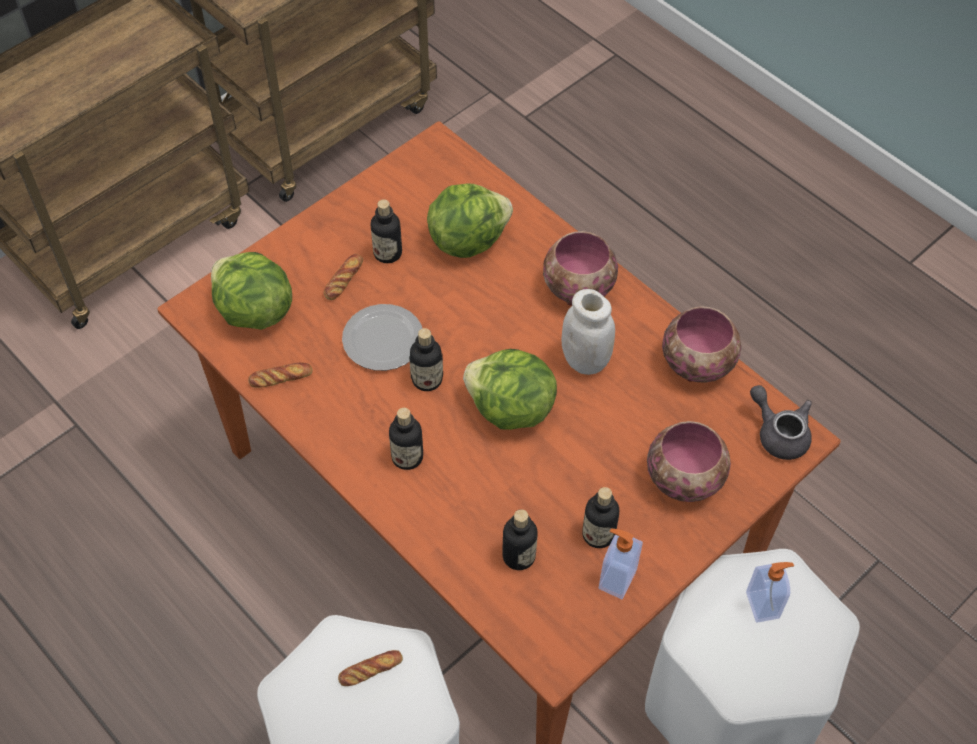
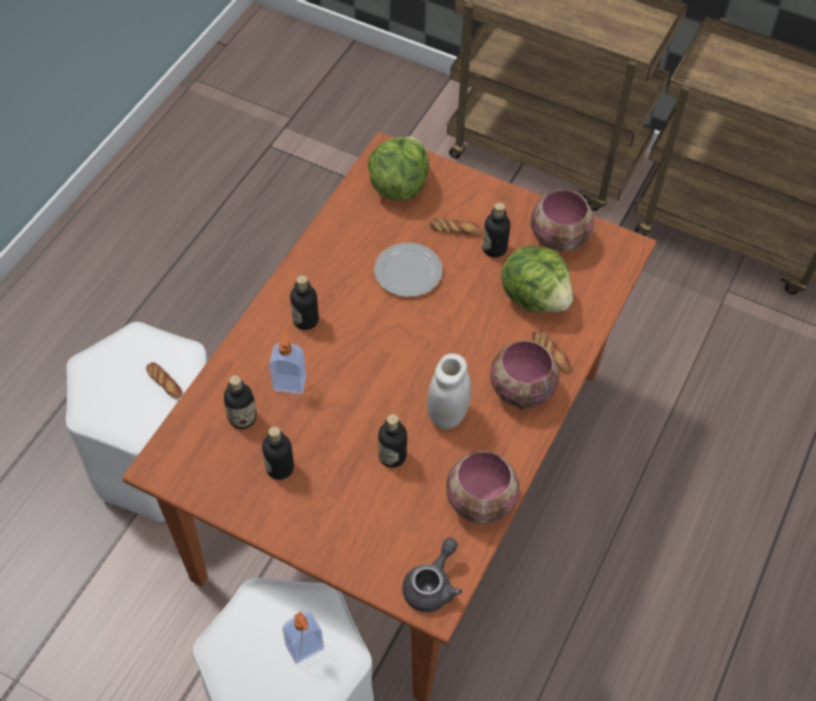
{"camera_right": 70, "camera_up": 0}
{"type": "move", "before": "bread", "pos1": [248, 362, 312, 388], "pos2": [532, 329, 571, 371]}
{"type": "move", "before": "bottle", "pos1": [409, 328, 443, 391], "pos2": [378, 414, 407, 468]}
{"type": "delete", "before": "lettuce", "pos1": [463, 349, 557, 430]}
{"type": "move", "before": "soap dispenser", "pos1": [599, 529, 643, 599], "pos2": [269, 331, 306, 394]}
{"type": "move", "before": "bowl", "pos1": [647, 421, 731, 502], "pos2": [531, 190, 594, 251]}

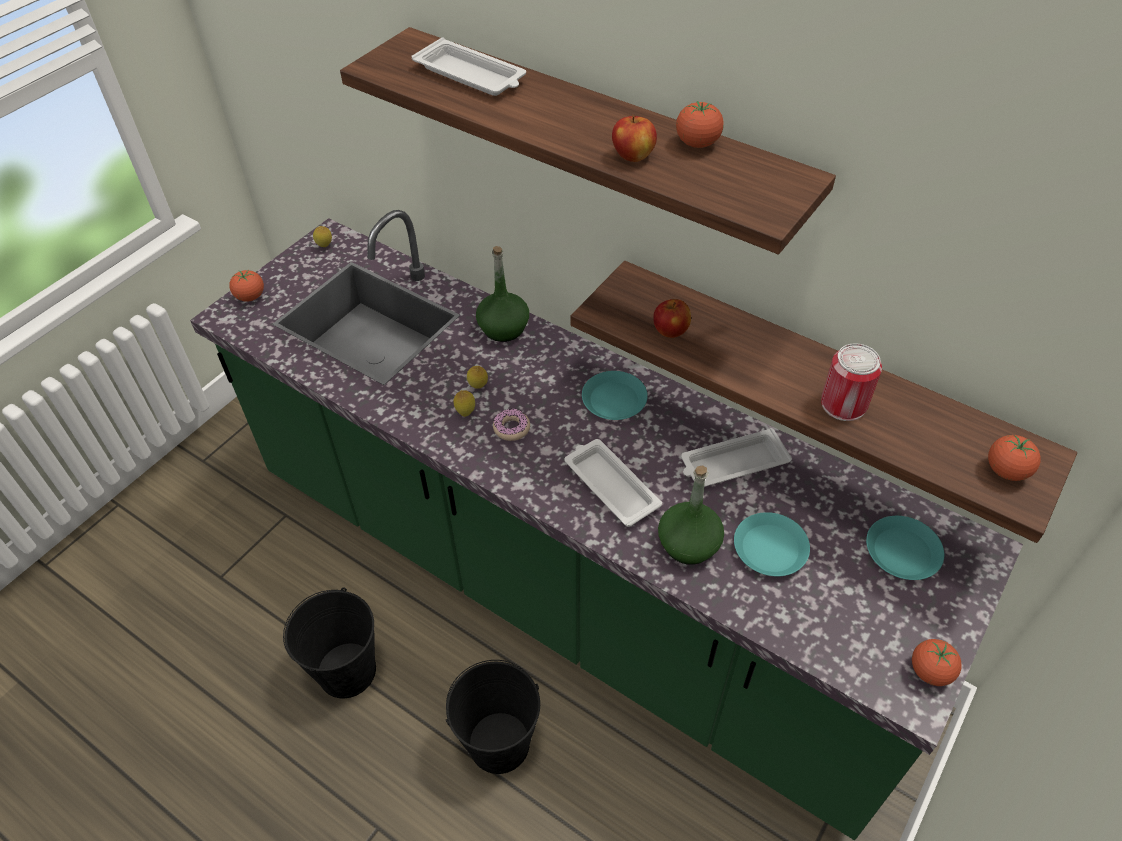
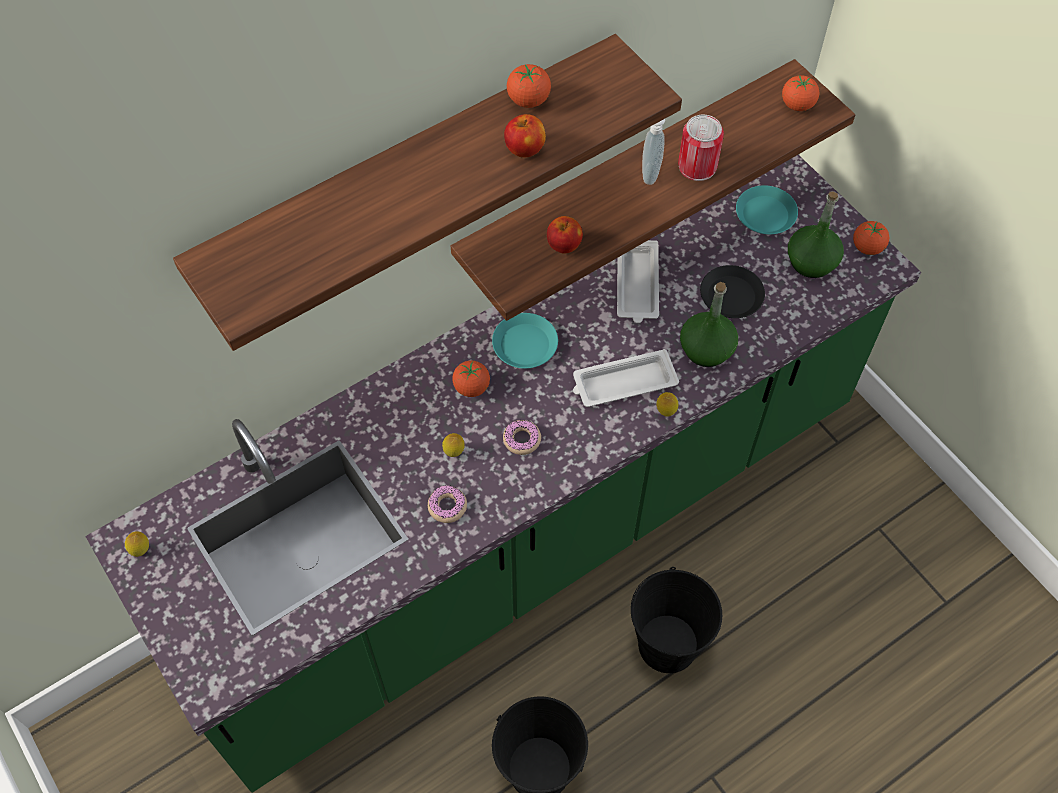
{"camera_right": -70, "camera_up": 10}
{"type": "move", "before": "tomato", "pos1": [229, 270, 264, 302], "pos2": [452, 360, 490, 397]}
{"type": "delete", "before": "tray/white", "pos1": [412, 37, 526, 96]}
{"type": "move", "before": "lemon", "pos1": [453, 390, 475, 417], "pos2": [656, 392, 678, 417]}
{"type": "move", "before": "bottle/green", "pos1": [476, 246, 529, 342], "pos2": [788, 191, 844, 278]}
{"type": "recolor", "before": "plate/turquoise", "after": "plate/black", "pos1": [734, 512, 810, 576], "pos2": [700, 265, 765, 318]}
{"type": "insert", "after": "donut", "pos2": [428, 485, 467, 523]}
{"type": "insert", "after": "soap dispenser", "pos2": [642, 119, 665, 185]}

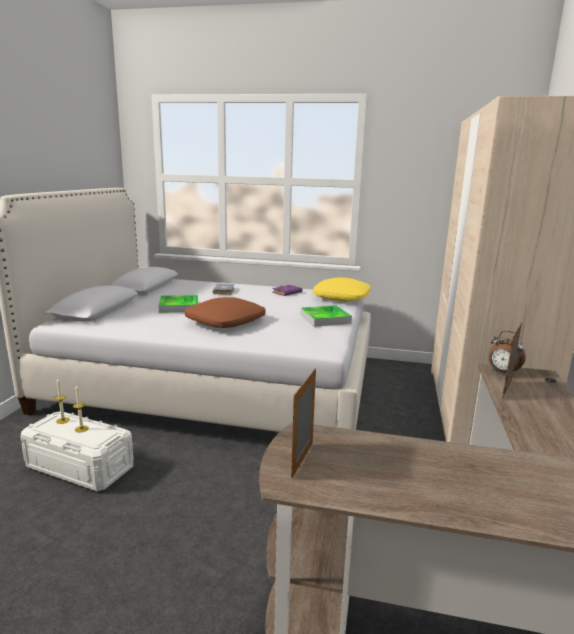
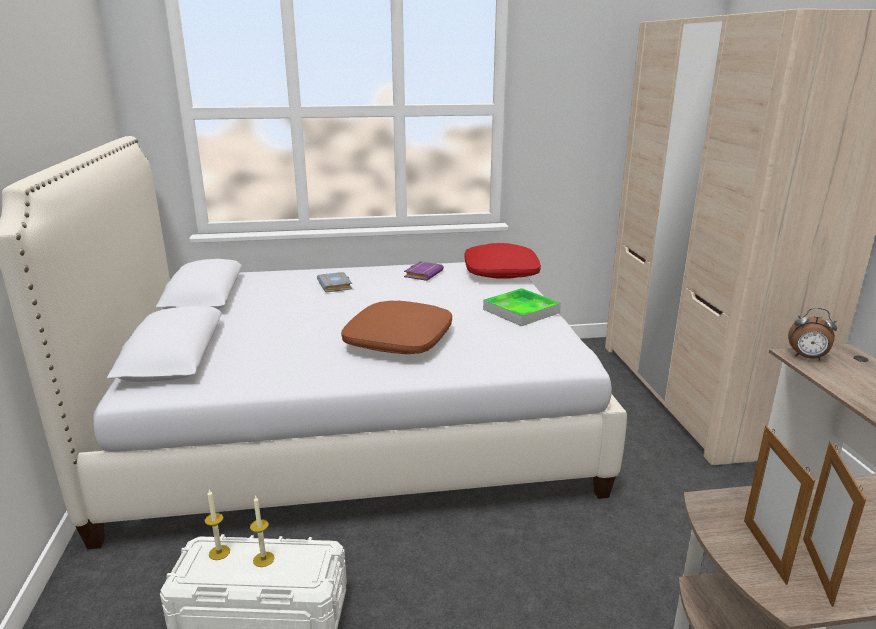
{"camera_right": -20, "camera_up": 5}
{"type": "delete", "before": "tray", "pos1": [158, 295, 198, 313]}
{"type": "recolor", "before": "pillow/yellow", "after": "pillow/red", "pos1": [313, 277, 370, 302], "pos2": [464, 243, 541, 279]}
{"type": "move", "before": "picture frame", "pos1": [502, 323, 522, 399], "pos2": [803, 441, 866, 607]}

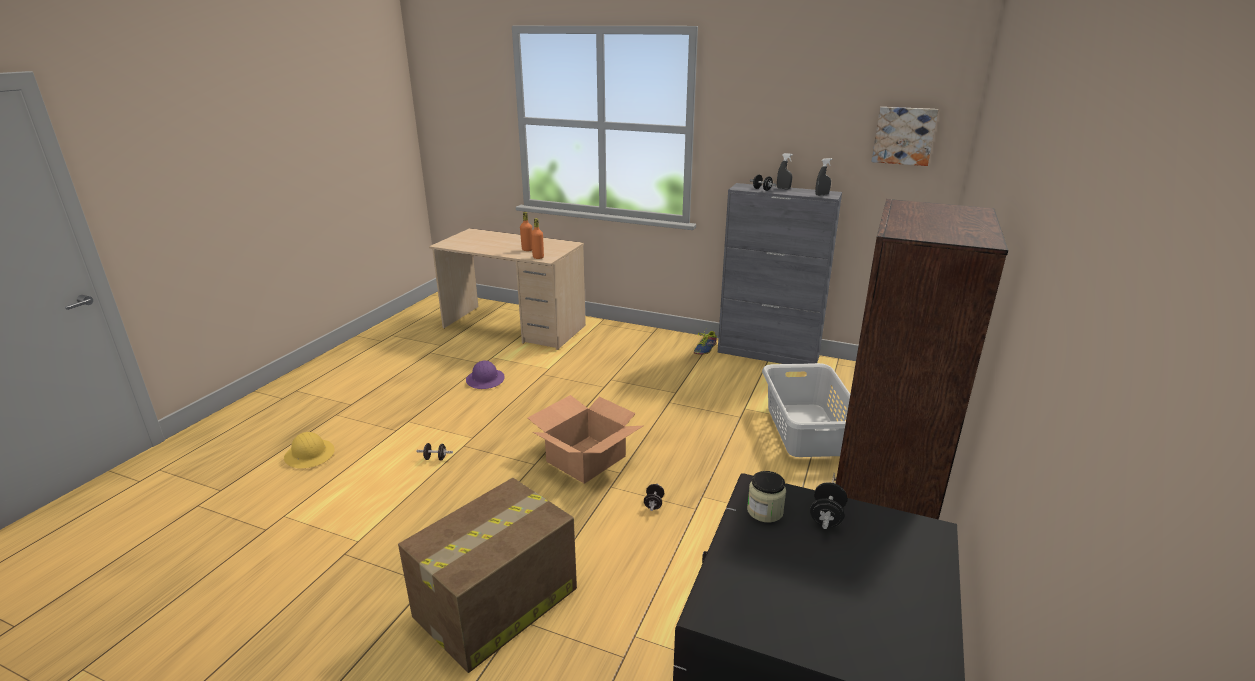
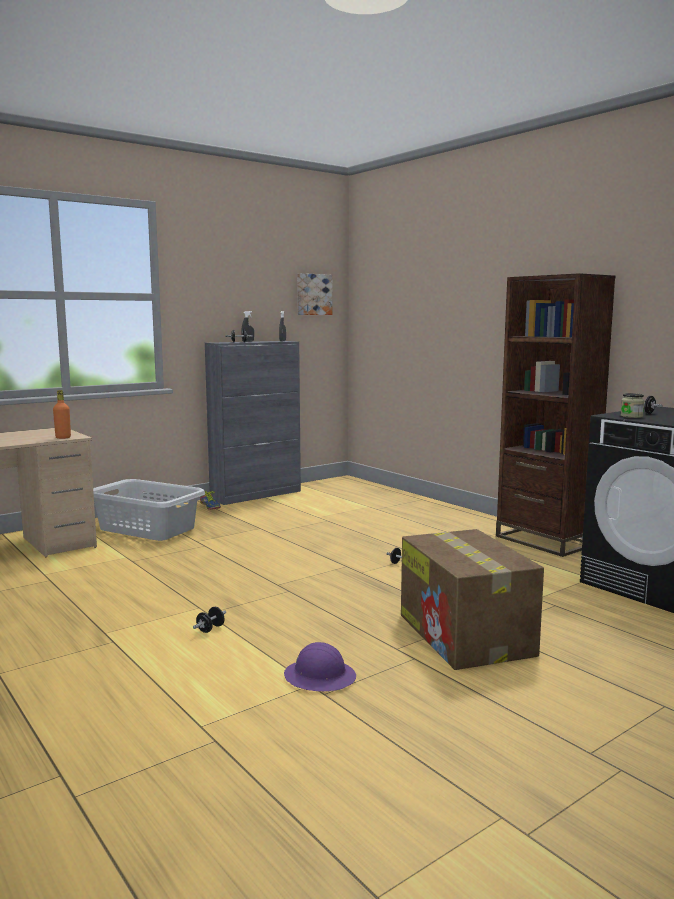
{"camera_right": -60, "camera_up": -15}
{"type": "delete", "before": "hard hat/yellow", "pos1": [284, 432, 335, 468]}
{"type": "move", "before": "hard hat/purple", "pos1": [466, 360, 505, 389], "pos2": [284, 642, 356, 691]}
{"type": "delete", "before": "bottle/orange", "pos1": [520, 212, 532, 251]}
{"type": "delete", "before": "cardboard box", "pos1": [528, 395, 643, 484]}
{"type": "move", "before": "laundry basket/grey", "pos1": [762, 363, 850, 457], "pos2": [93, 479, 205, 541]}

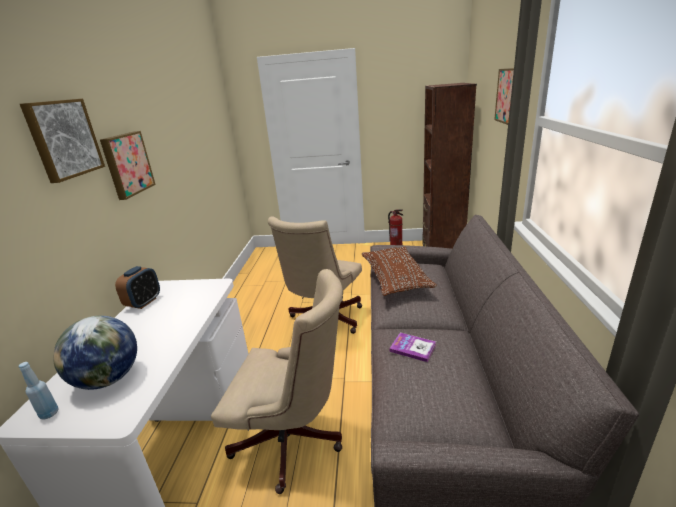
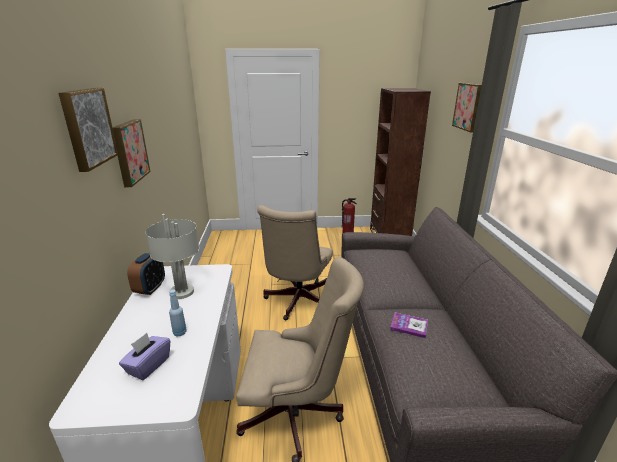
{"camera_right": -10, "camera_up": 0}
{"type": "move", "before": "bottle/blue", "pos1": [19, 362, 59, 419], "pos2": [169, 290, 187, 336]}
{"type": "replace", "before": "globe", "after": "tissue box/purple", "pos1": [53, 316, 137, 390], "pos2": [119, 333, 170, 380]}
{"type": "delete", "before": "pillow/brown", "pos1": [362, 247, 437, 296]}
{"type": "insert", "after": "table lamp/grey", "pos2": [145, 214, 199, 299]}

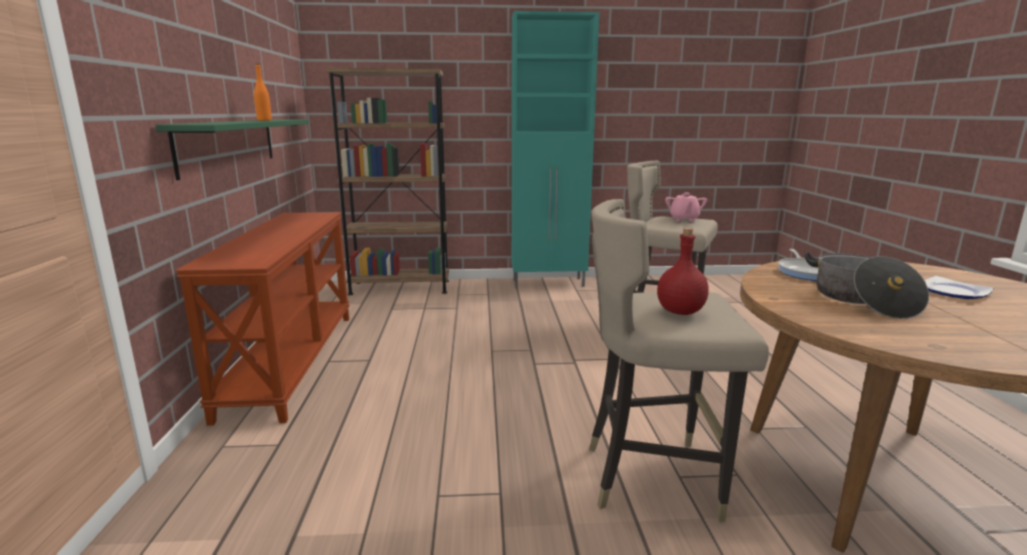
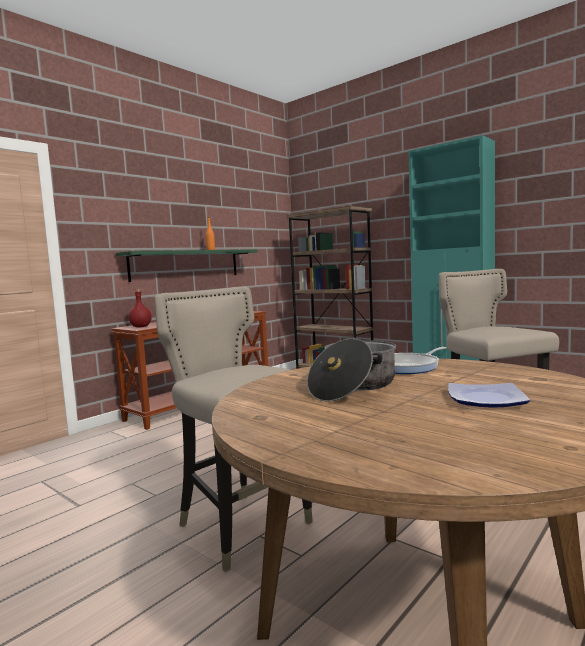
{"camera_right": 45, "camera_up": -10}
{"type": "move", "before": "bottle/red", "pos1": [657, 228, 709, 315], "pos2": [129, 289, 152, 327]}
{"type": "delete", "before": "teapot/pink", "pos1": [665, 193, 707, 222]}

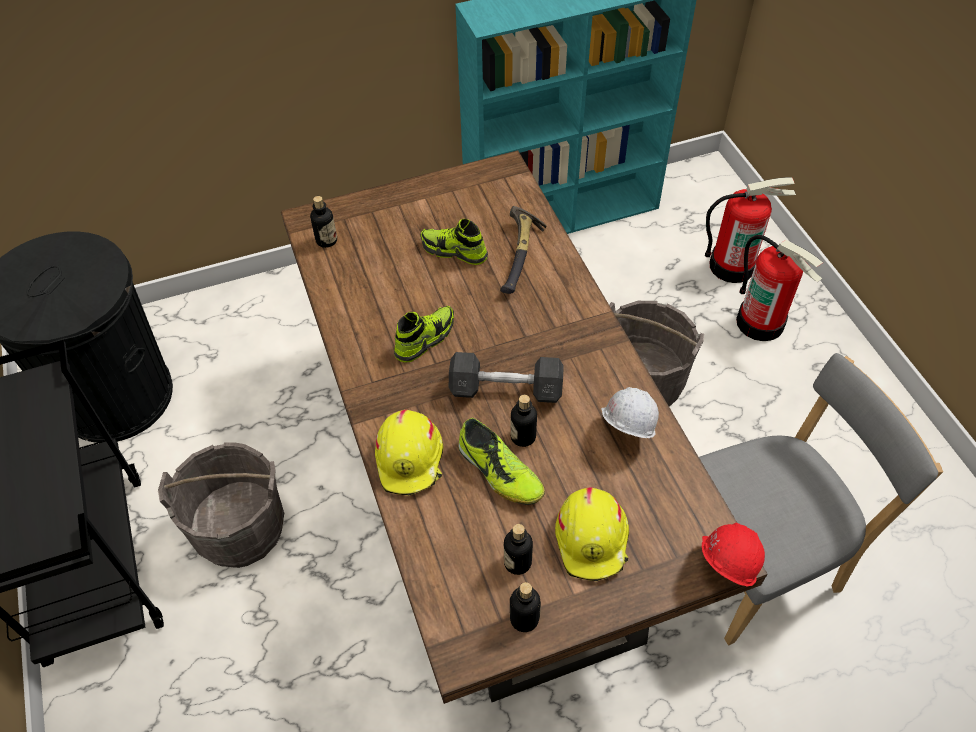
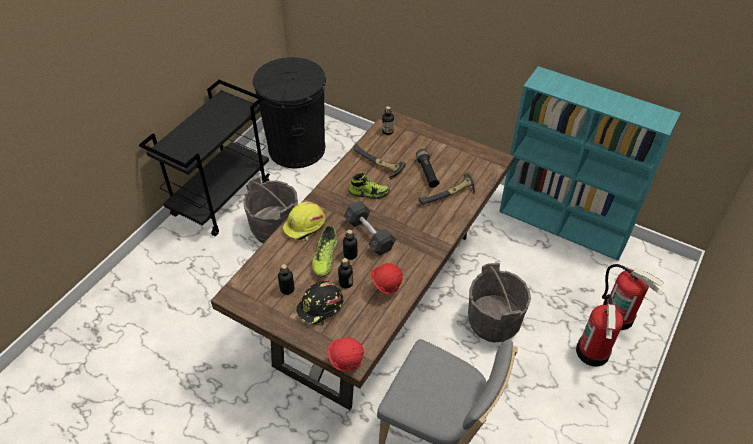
{"camera_right": 50, "camera_up": -5}
{"type": "replace", "before": "shoe", "after": "flashlight/black", "pos1": [420, 219, 488, 265], "pos2": [416, 149, 440, 188]}
{"type": "move", "before": "bottle", "pos1": [510, 582, 541, 632], "pos2": [338, 258, 353, 289]}
{"type": "recolor", "before": "hard hat/yellow", "after": "hard hat/black", "pos1": [555, 487, 629, 581], "pos2": [296, 281, 344, 326]}
{"type": "recolor", "before": "hard hat/white", "after": "hard hat/red", "pos1": [601, 387, 659, 438], "pos2": [371, 263, 403, 294]}
{"type": "insert", "after": "hammer", "pos2": [354, 144, 406, 180]}

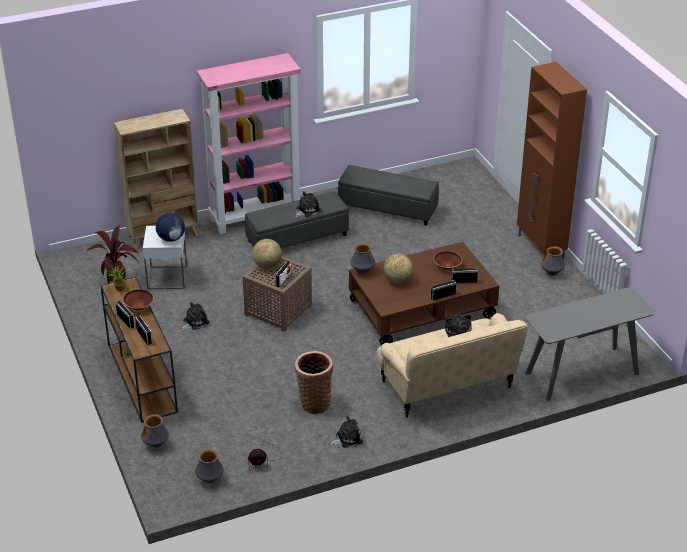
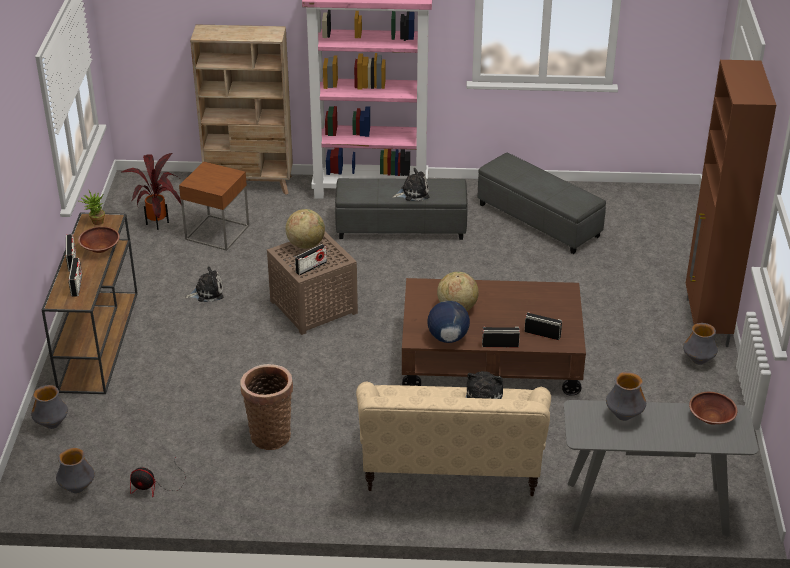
{"camera_right": 25, "camera_up": 0}
{"type": "recolor", "before": "side table/white", "after": "side table/brown", "pos1": [143, 226, 187, 289], "pos2": [179, 161, 249, 251]}
{"type": "move", "before": "globe", "pos1": [156, 213, 185, 242], "pos2": [427, 301, 470, 343]}
{"type": "delete", "before": "plush toy", "pos1": [329, 416, 363, 448]}
{"type": "move", "before": "vase", "pos1": [350, 243, 375, 274], "pos2": [606, 372, 646, 421]}
{"type": "move", "before": "bowl/brown", "pos1": [433, 251, 463, 270], "pos2": [689, 392, 737, 424]}

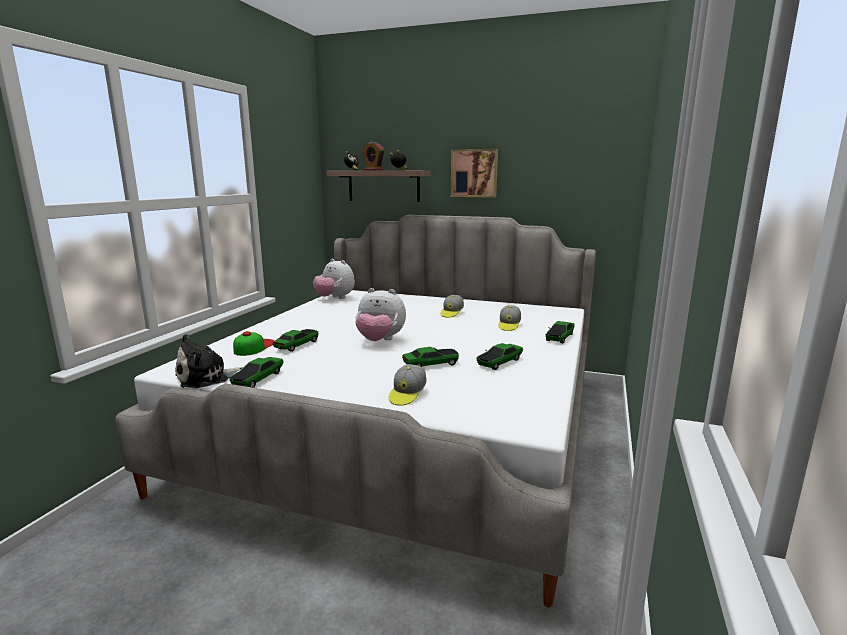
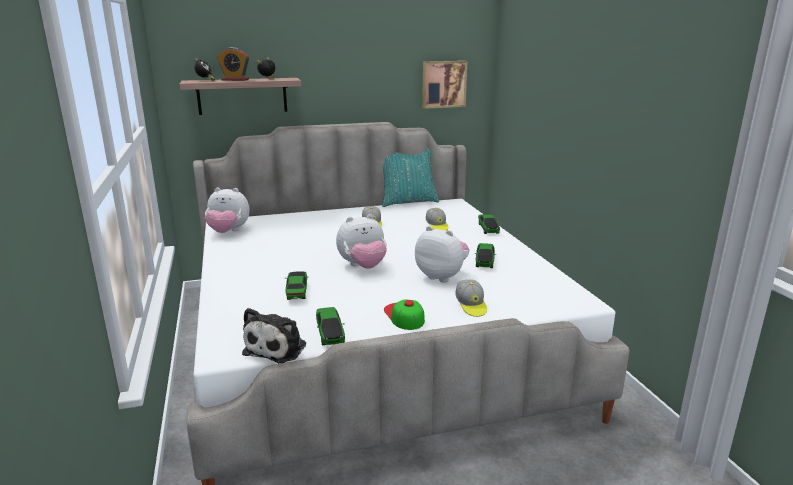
{"camera_right": -35, "camera_up": 5}
{"type": "move", "before": "cap", "pos1": [233, 331, 275, 356], "pos2": [384, 299, 425, 330]}
{"type": "replace", "before": "toy car", "after": "plush toy", "pos1": [402, 347, 459, 367], "pos2": [415, 226, 469, 283]}
{"type": "move", "before": "picture", "pos1": [451, 149, 498, 198], "pos2": [422, 61, 467, 109]}
{"type": "insert", "after": "pillow/turquoise", "pos2": [382, 148, 439, 207]}

